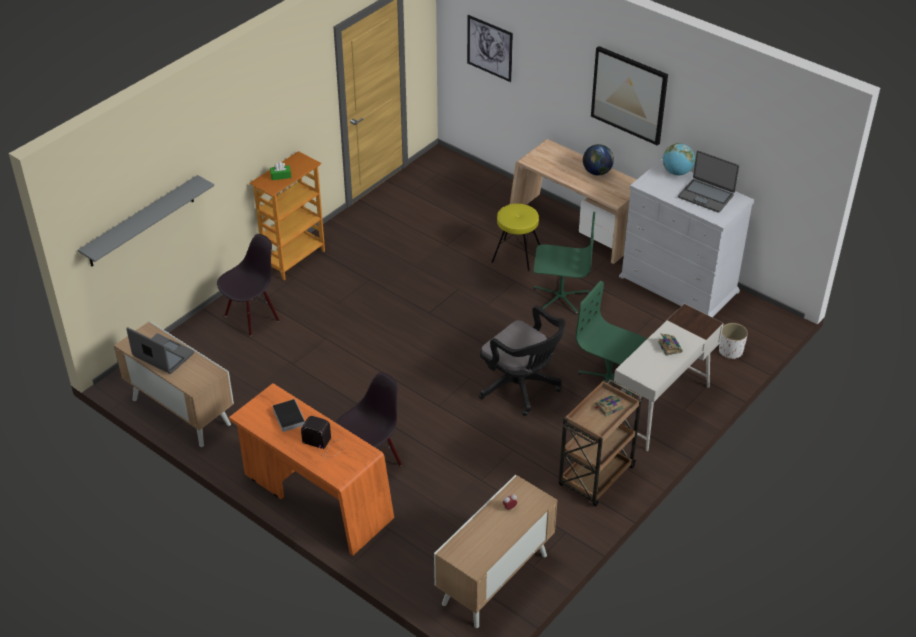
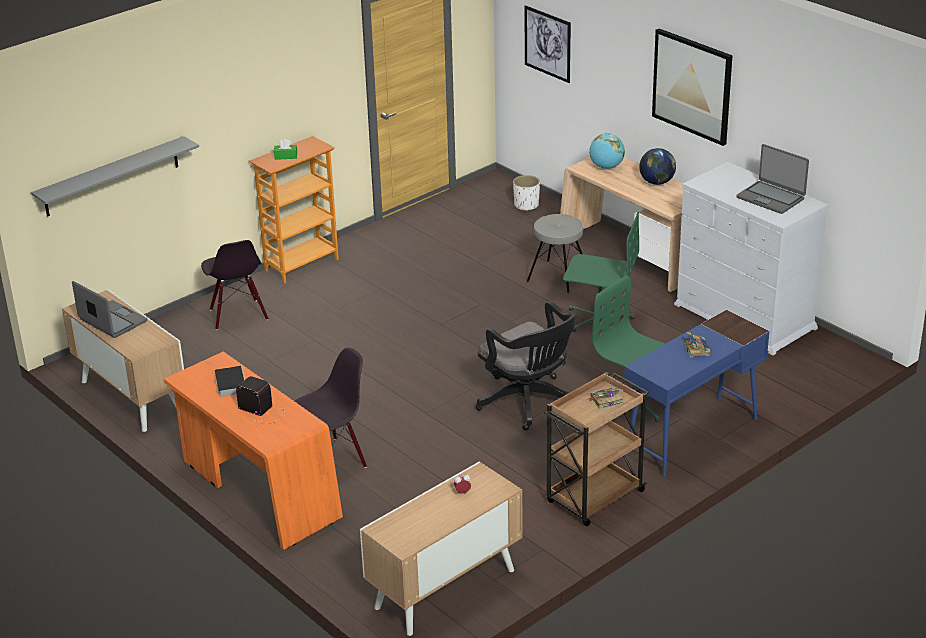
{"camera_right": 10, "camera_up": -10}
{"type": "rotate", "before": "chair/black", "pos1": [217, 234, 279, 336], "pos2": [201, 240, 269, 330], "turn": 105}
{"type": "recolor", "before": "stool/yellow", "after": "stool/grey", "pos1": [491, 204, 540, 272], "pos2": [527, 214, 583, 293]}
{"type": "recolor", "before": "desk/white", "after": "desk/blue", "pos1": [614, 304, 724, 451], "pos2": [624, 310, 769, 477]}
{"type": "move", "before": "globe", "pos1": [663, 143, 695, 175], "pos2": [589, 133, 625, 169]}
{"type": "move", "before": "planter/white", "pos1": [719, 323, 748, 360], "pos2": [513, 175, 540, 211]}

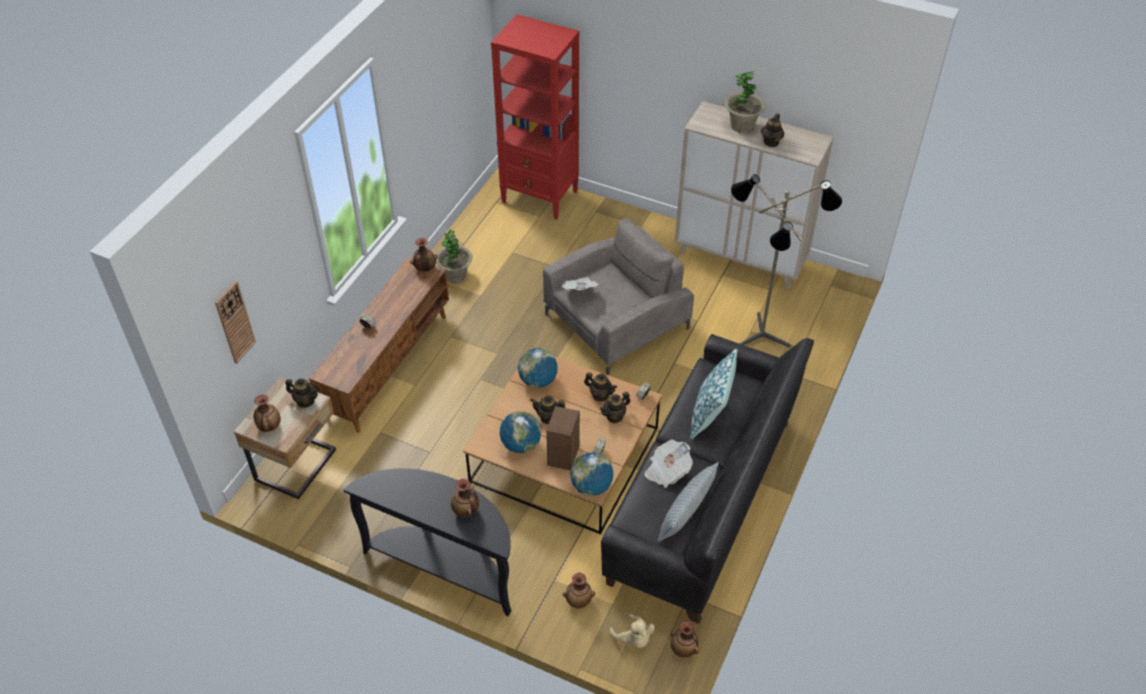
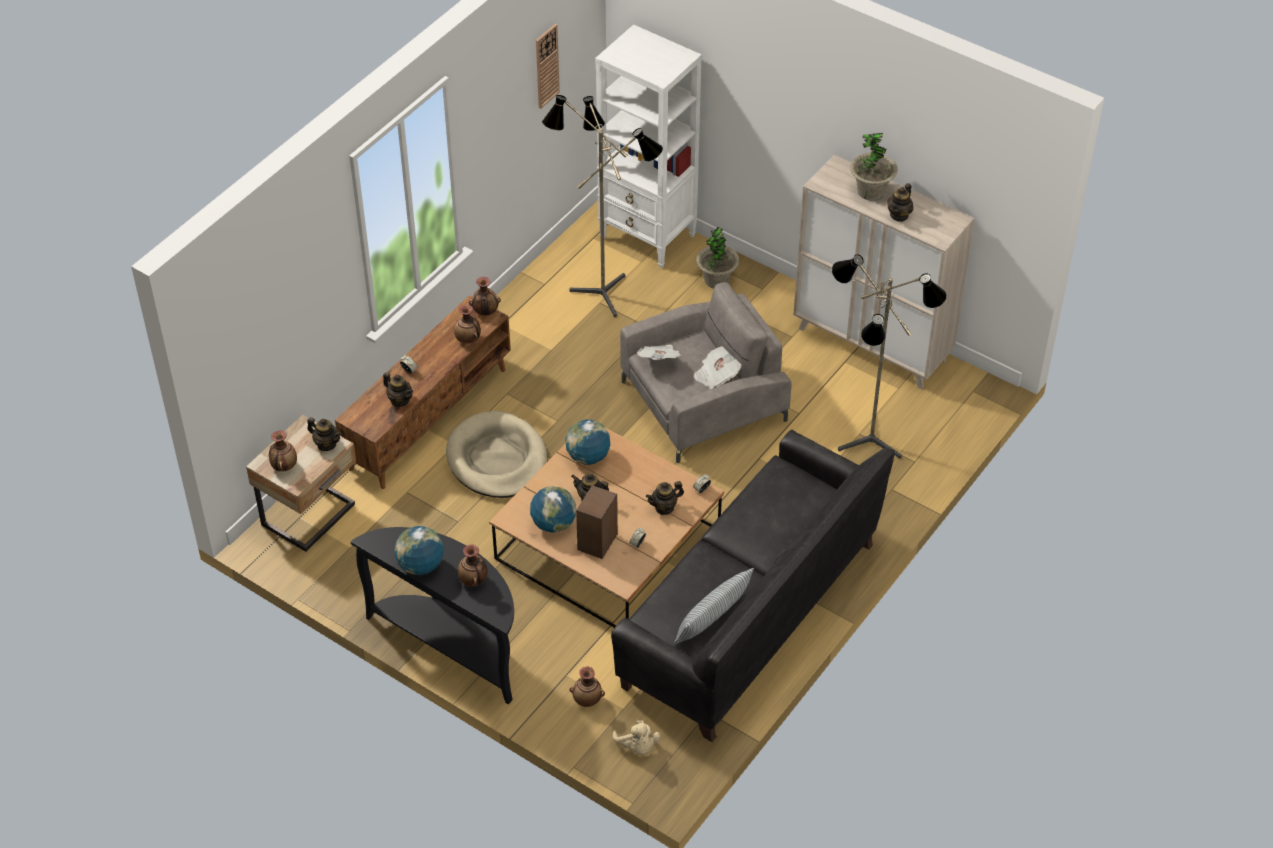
{"camera_right": 10, "camera_up": 0}
{"type": "move", "before": "wall clock", "pos1": [215, 281, 256, 364], "pos2": [536, 24, 560, 109]}
{"type": "move", "before": "potted plant", "pos1": [436, 230, 473, 283], "pos2": [696, 227, 739, 289]}
{"type": "recolor", "before": "bookcase/red", "after": "bookcase/white", "pos1": [491, 14, 579, 220], "pos2": [595, 25, 702, 268]}
{"type": "move", "before": "globe", "pos1": [570, 453, 613, 496], "pos2": [395, 526, 444, 575]}
{"type": "move", "before": "teapot", "pos1": [584, 372, 617, 401], "pos2": [383, 372, 413, 407]}
{"type": "move", "before": "newspaper", "pos1": [644, 439, 693, 488], "pos2": [694, 346, 741, 389]}
{"type": "move", "before": "vase", "pos1": [670, 622, 699, 657], "pos2": [454, 305, 481, 344]}
{"type": "delete", "before": "pillow", "pos1": [690, 348, 737, 439]}
{"type": "insert", "after": "dog bed/beige", "pos2": [446, 411, 547, 498]}
{"type": "insert", "after": "floor lamp", "pos2": [542, 95, 663, 317]}

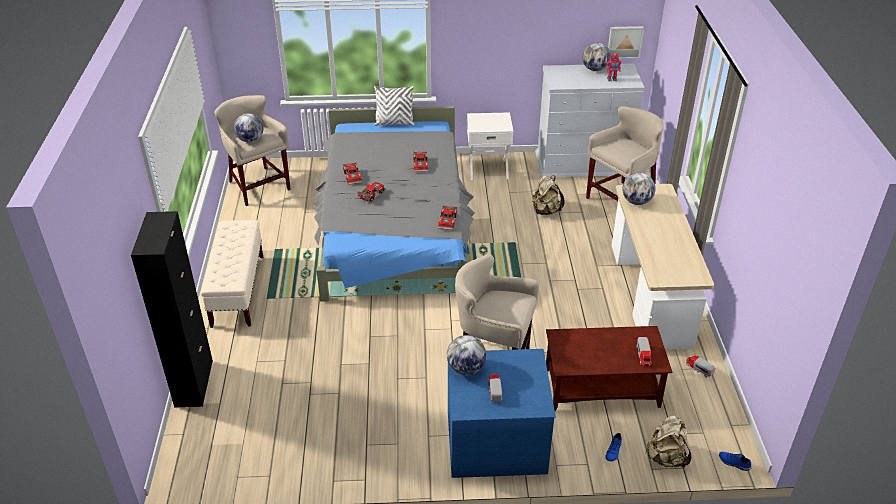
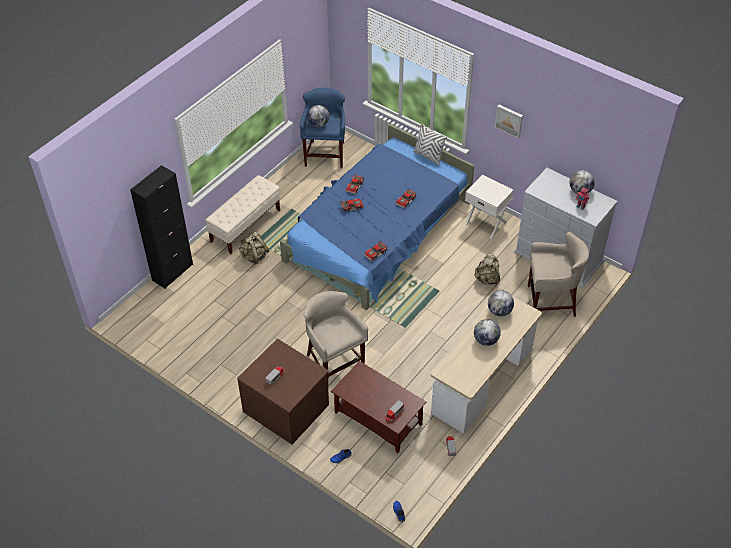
{"camera_right": 40, "camera_up": 10}
{"type": "recolor", "before": "stool/beige", "after": "stool/blue", "pos1": [214, 95, 291, 206], "pos2": [300, 88, 345, 168]}
{"type": "recolor", "before": "bed/grey", "after": "bed/blue", "pos1": [314, 106, 475, 302], "pos2": [280, 124, 474, 310]}
{"type": "move", "before": "globe", "pos1": [447, 335, 486, 375], "pos2": [474, 319, 501, 346]}
{"type": "recolor", "before": "dresser/blue", "after": "dresser/brown", "pos1": [448, 349, 556, 478], "pos2": [237, 339, 329, 444]}
{"type": "move", "before": "picture", "pos1": [608, 26, 644, 58], "pos2": [495, 105, 523, 138]}
{"type": "move", "before": "backpack/beige", "pos1": [646, 415, 692, 468], "pos2": [239, 232, 269, 265]}

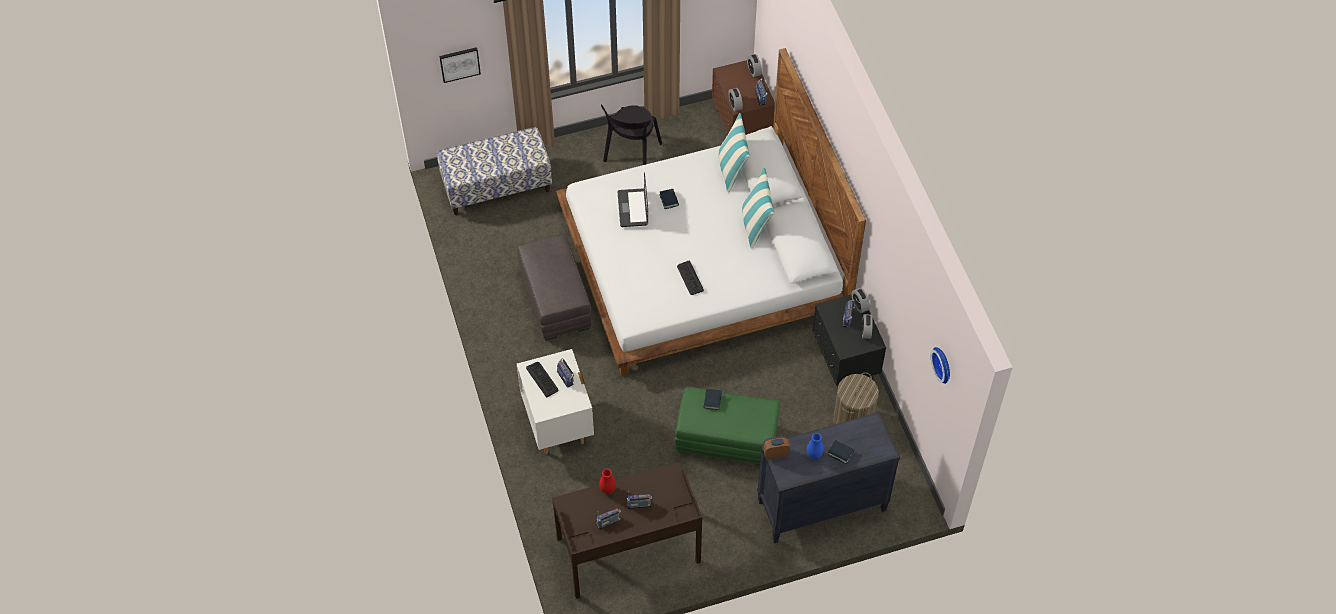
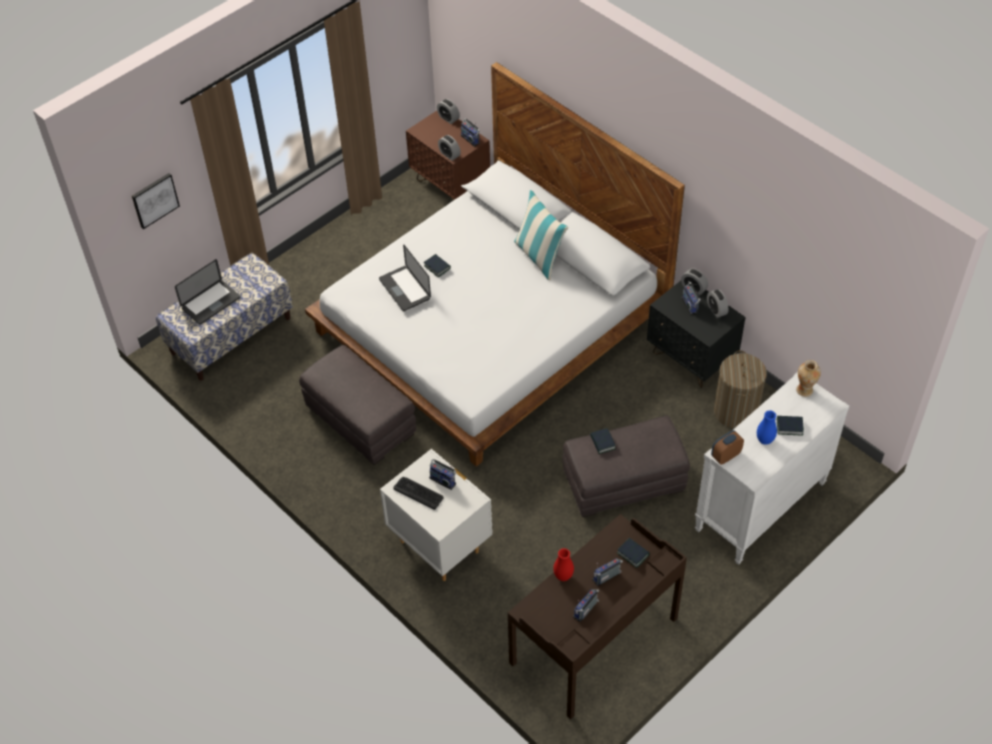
{"camera_right": -25, "camera_up": -5}
{"type": "delete", "before": "chair/black", "pos1": [601, 104, 662, 165]}
{"type": "recolor", "before": "ottoman/green", "after": "ottoman/grey", "pos1": [675, 387, 780, 465], "pos2": [563, 416, 690, 517]}
{"type": "delete", "before": "keyboard", "pos1": [677, 260, 704, 295]}
{"type": "delete", "before": "pillow", "pos1": [719, 113, 750, 193]}
{"type": "recolor", "before": "dresser/black", "after": "dresser/white", "pos1": [757, 411, 900, 543], "pos2": [695, 372, 849, 565]}
{"type": "delete", "before": "wall clock", "pos1": [931, 347, 950, 384]}
{"type": "insert", "after": "laptop", "pos2": [175, 259, 240, 325]}
{"type": "insert", "after": "book", "pos2": [617, 538, 650, 568]}
{"type": "insert", "after": "vase", "pos2": [796, 360, 821, 397]}

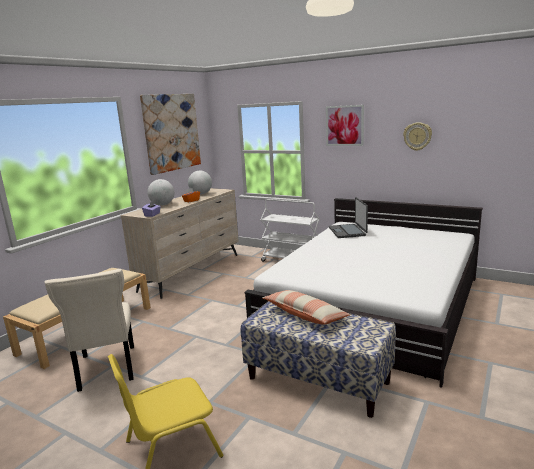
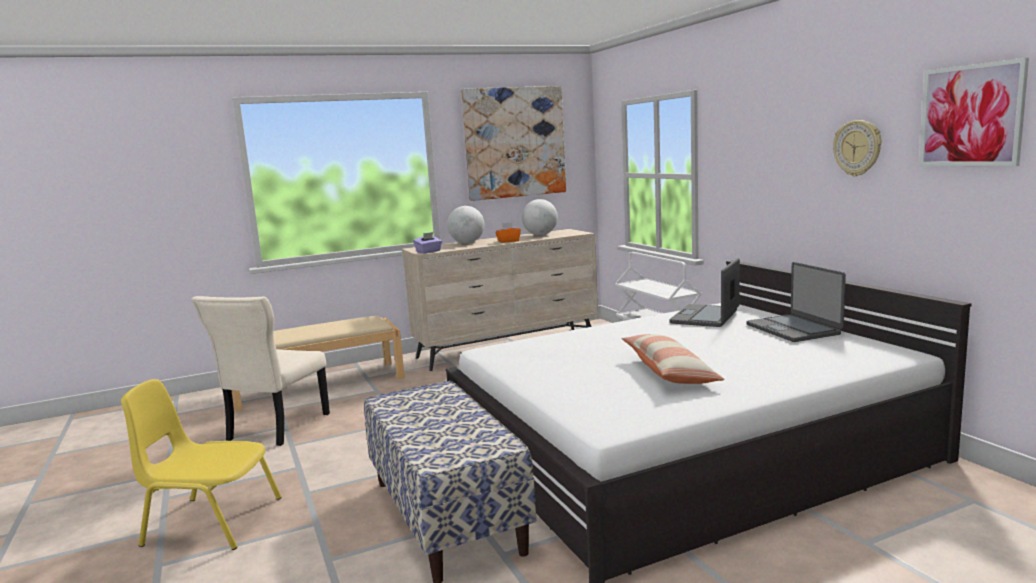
{"camera_right": 35, "camera_up": -5}
{"type": "move", "before": "pillow", "pos1": [262, 290, 350, 325], "pos2": [621, 334, 724, 384]}
{"type": "move", "before": "picture", "pos1": [326, 105, 364, 146], "pos2": [919, 58, 1029, 166]}
{"type": "insert", "after": "laptop", "pos2": [746, 262, 846, 342]}

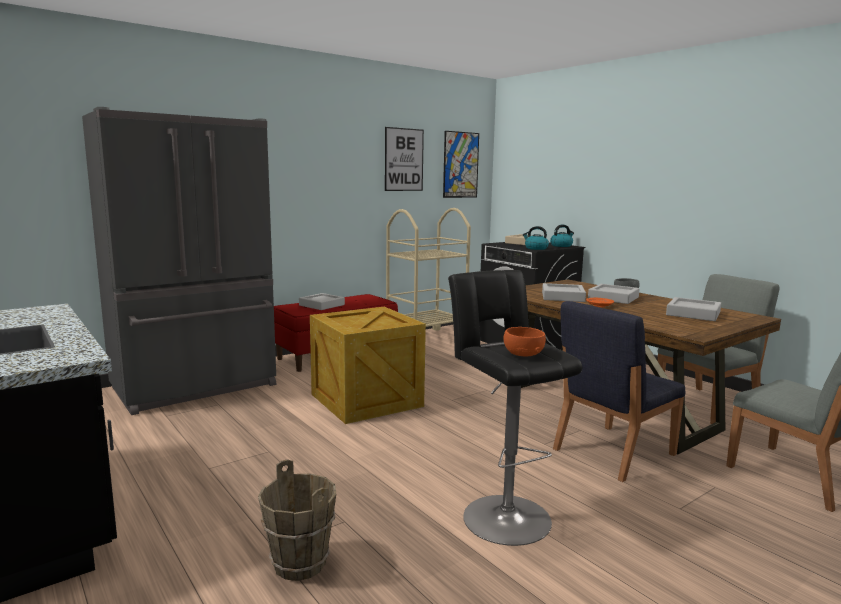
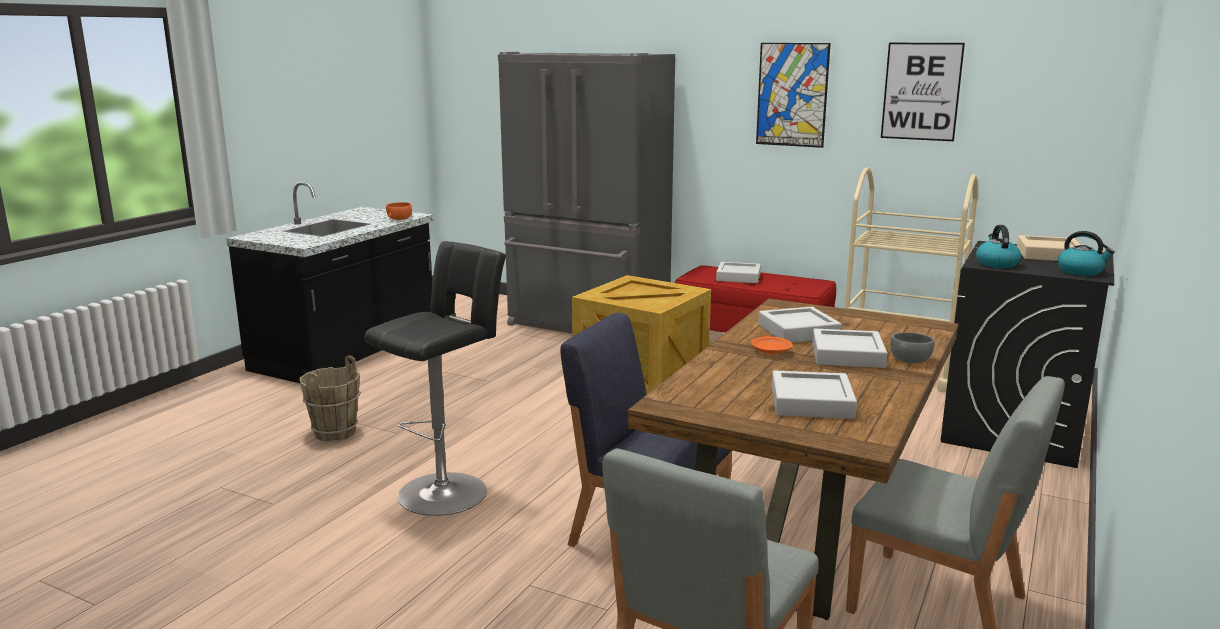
{"camera_right": 65, "camera_up": 5}
{"type": "move", "before": "picture", "pos1": [443, 131, 479, 198], "pos2": [756, 43, 831, 148]}
{"type": "move", "before": "bowl/orange", "pos1": [504, 327, 546, 357], "pos2": [386, 202, 412, 220]}

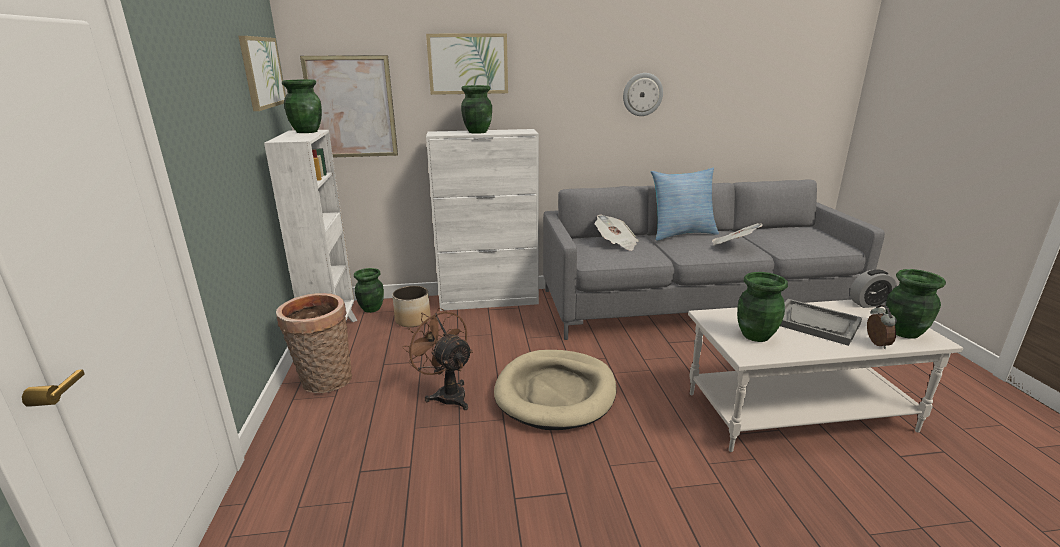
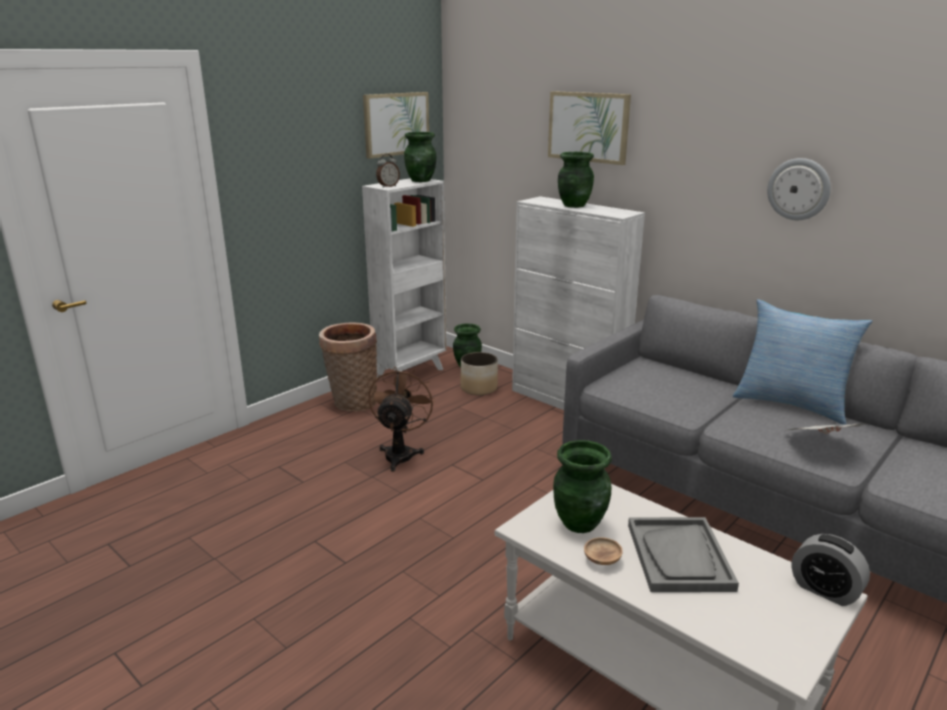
{"camera_right": 50, "camera_up": 0}
{"type": "delete", "before": "picture", "pos1": [300, 55, 398, 157]}
{"type": "delete", "before": "dog bed/beige", "pos1": [494, 350, 616, 430]}
{"type": "delete", "before": "newspaper", "pos1": [595, 215, 639, 251]}
{"type": "move", "before": "alarm clock", "pos1": [867, 305, 897, 349], "pos2": [376, 154, 400, 188]}
{"type": "delete", "before": "vase/green", "pos1": [885, 269, 946, 339]}
{"type": "insert", "after": "bowl/brown", "pos2": [584, 537, 623, 565]}

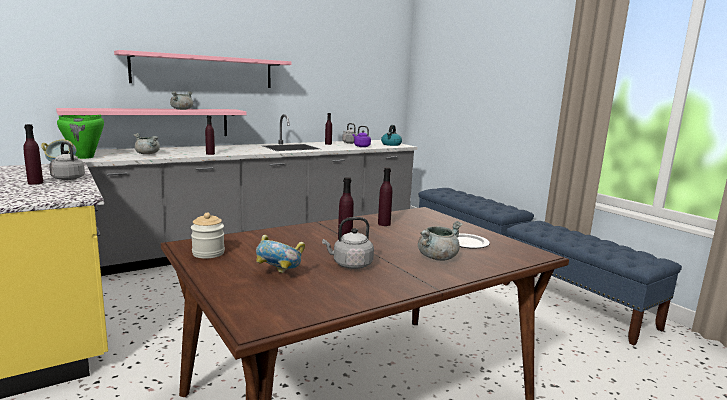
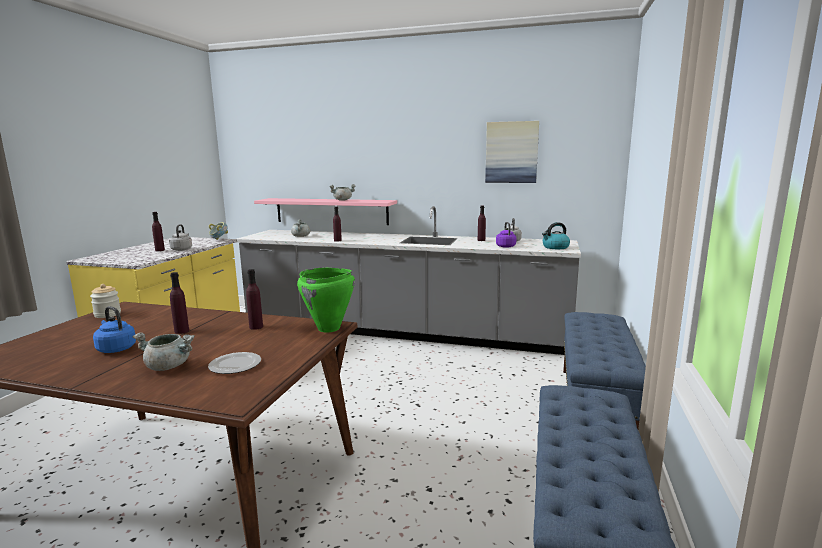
{"camera_right": 50, "camera_up": 0}
{"type": "move", "before": "cooking pot/green", "pos1": [57, 115, 104, 159], "pos2": [297, 268, 355, 332]}
{"type": "delete", "before": "shelf/pink", "pos1": [114, 50, 292, 88]}
{"type": "delete", "before": "bowl", "pos1": [256, 235, 305, 273]}
{"type": "recolor", "before": "kettle/grey", "after": "kettle/blue", "pos1": [322, 217, 374, 269], "pos2": [93, 306, 136, 353]}
{"type": "insert", "after": "picture", "pos2": [485, 121, 539, 183]}

